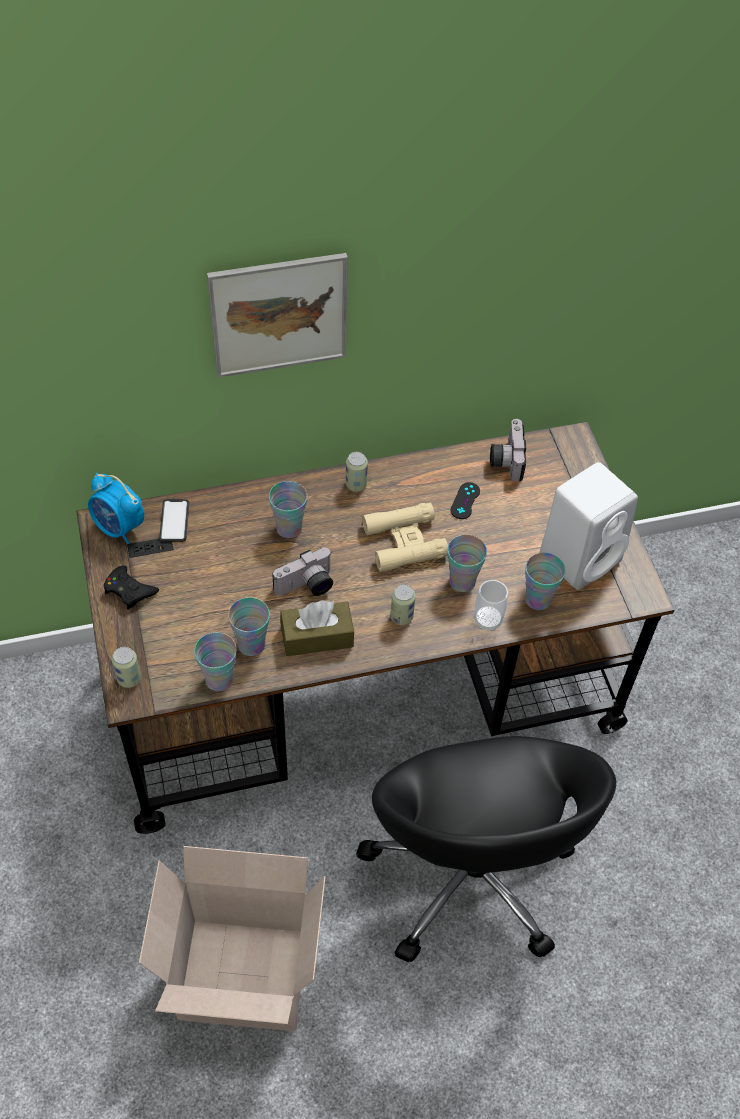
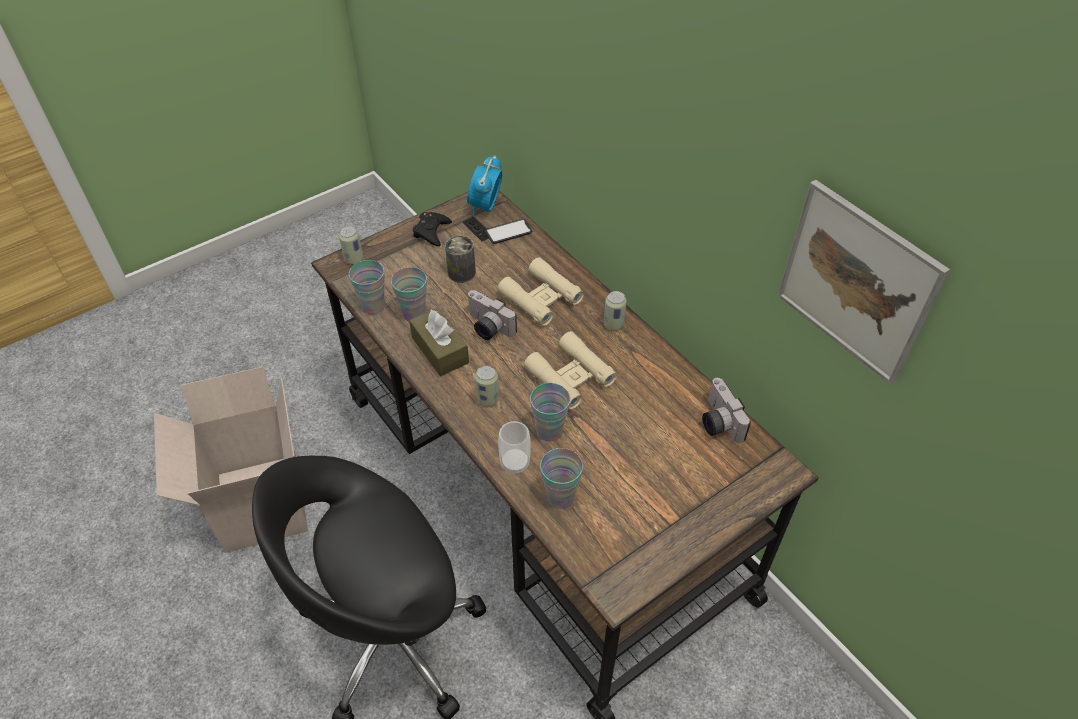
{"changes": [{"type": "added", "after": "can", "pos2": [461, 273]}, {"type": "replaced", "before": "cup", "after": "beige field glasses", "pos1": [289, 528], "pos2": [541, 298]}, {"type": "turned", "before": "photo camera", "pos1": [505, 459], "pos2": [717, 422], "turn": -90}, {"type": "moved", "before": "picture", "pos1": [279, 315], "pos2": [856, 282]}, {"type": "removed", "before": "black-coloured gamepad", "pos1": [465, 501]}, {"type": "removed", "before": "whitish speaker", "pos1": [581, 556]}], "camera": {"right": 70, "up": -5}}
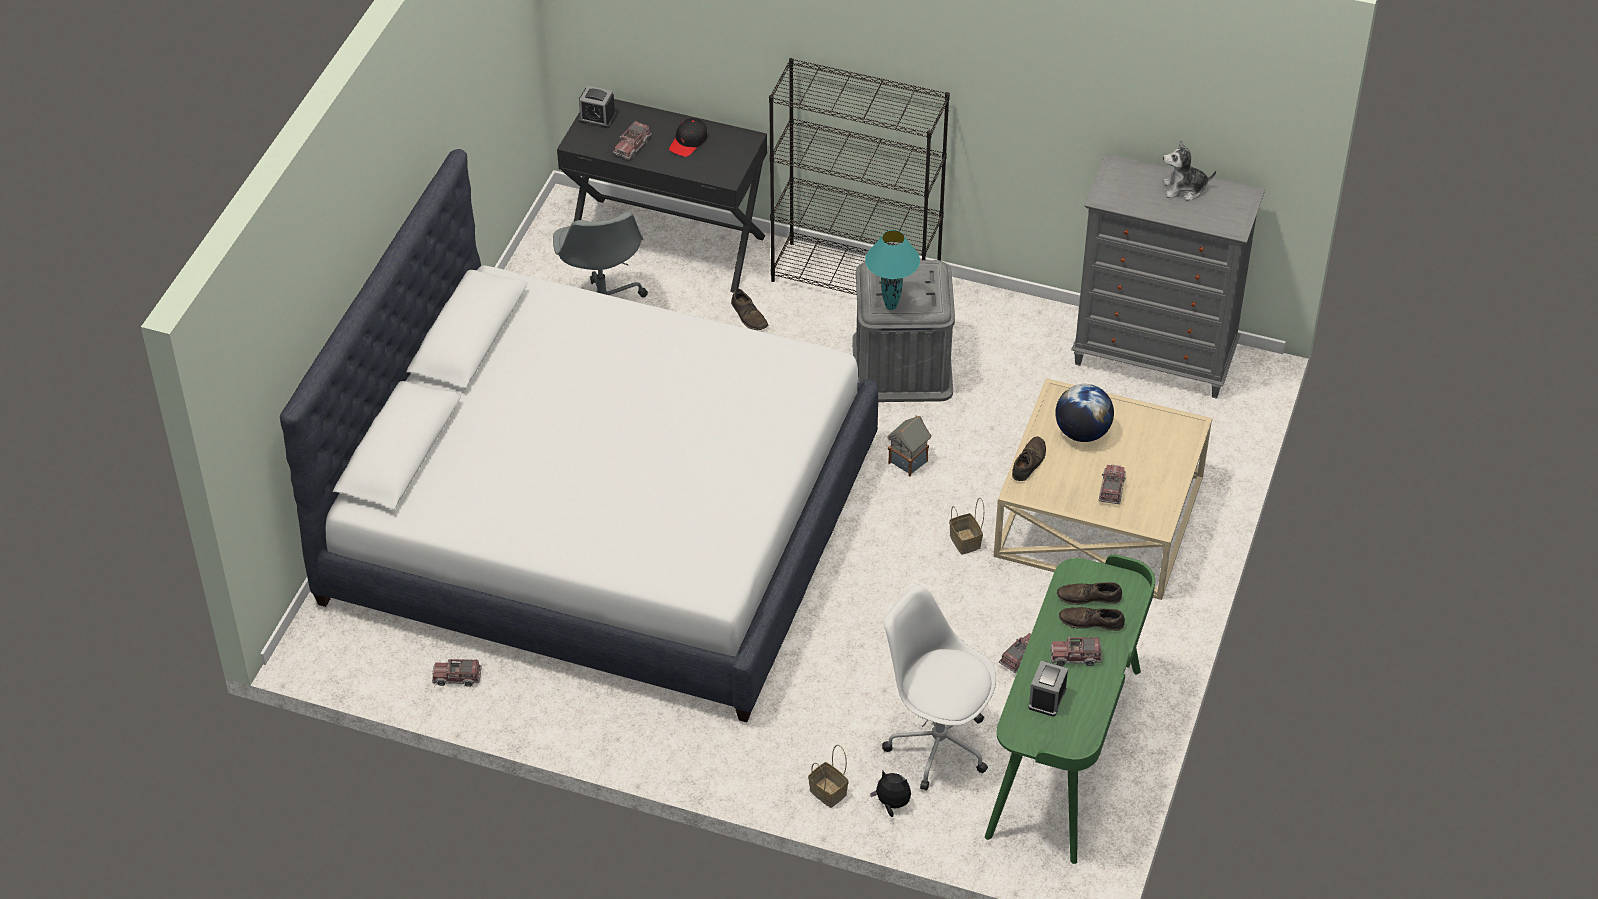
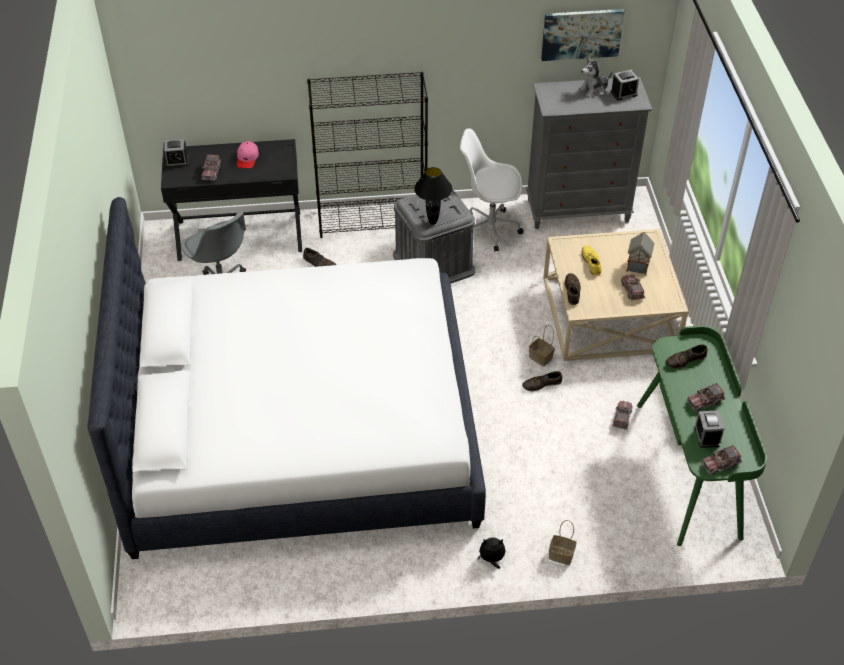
{"changes": [{"type": "recoloured", "before": "black-coloured cap", "after": "pink cap", "pos1": [688, 142], "pos2": [247, 158]}, {"type": "recoloured", "before": "turquoise-coloured table lamp", "after": "black-coloured table lamp", "pos1": [890, 306], "pos2": [432, 222]}, {"type": "moved", "before": "whitish office chair", "pos1": [936, 745], "pos2": [489, 229]}, {"type": "moved", "before": "soft toy", "pos1": [892, 804], "pos2": [491, 559]}, {"type": "moved", "before": "brownish item of footwear", "pos1": [1091, 622], "pos2": [542, 384]}, {"type": "added", "after": "picture", "pos2": [581, 34]}, {"type": "replaced", "before": "desk globe", "after": "yellowish item of footwear", "pos1": [1082, 433], "pos2": [591, 262]}, {"type": "added", "after": "table clock", "pos2": [624, 93]}, {"type": "moved", "before": "model house", "pos1": [908, 461], "pos2": [637, 266]}, {"type": "moved", "before": "model truck", "pos1": [457, 677], "pos2": [720, 464]}], "camera": {"right": -25, "up": 0}}
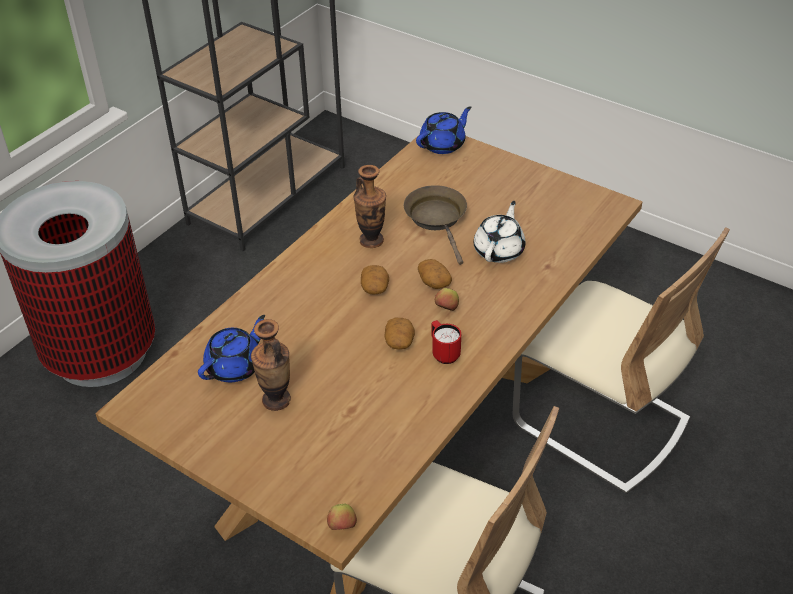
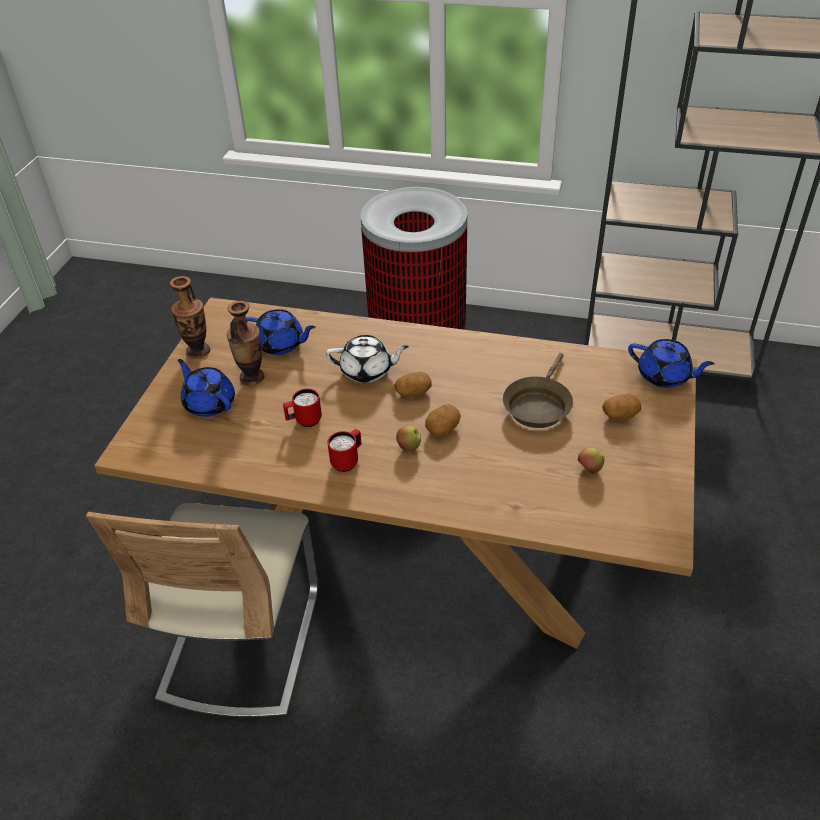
{"changes": [{"type": "moved", "before": "decorative vase", "pos1": [371, 240], "pos2": [198, 351]}, {"type": "added", "after": "blue-coloured tea pot", "pos2": [209, 403]}, {"type": "added", "after": "reddish mug", "pos2": [304, 421]}, {"type": "moved", "before": "whitish tea pot", "pos1": [499, 250], "pos2": [367, 371]}, {"type": "turned", "before": "brownish skillet", "pos1": [437, 219], "pos2": [538, 405], "turn": 150}, {"type": "moved", "before": "apple fruit", "pos1": [342, 527], "pos2": [589, 469]}, {"type": "moved", "before": "whole potato", "pos1": [399, 342], "pos2": [620, 415]}, {"type": "removed", "before": "beige plain chair", "pos1": [600, 423]}], "camera": {"right": 70, "up": 0}}
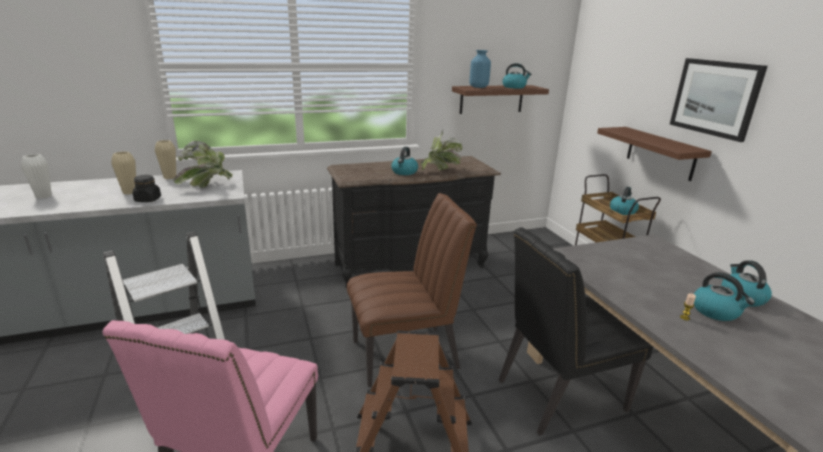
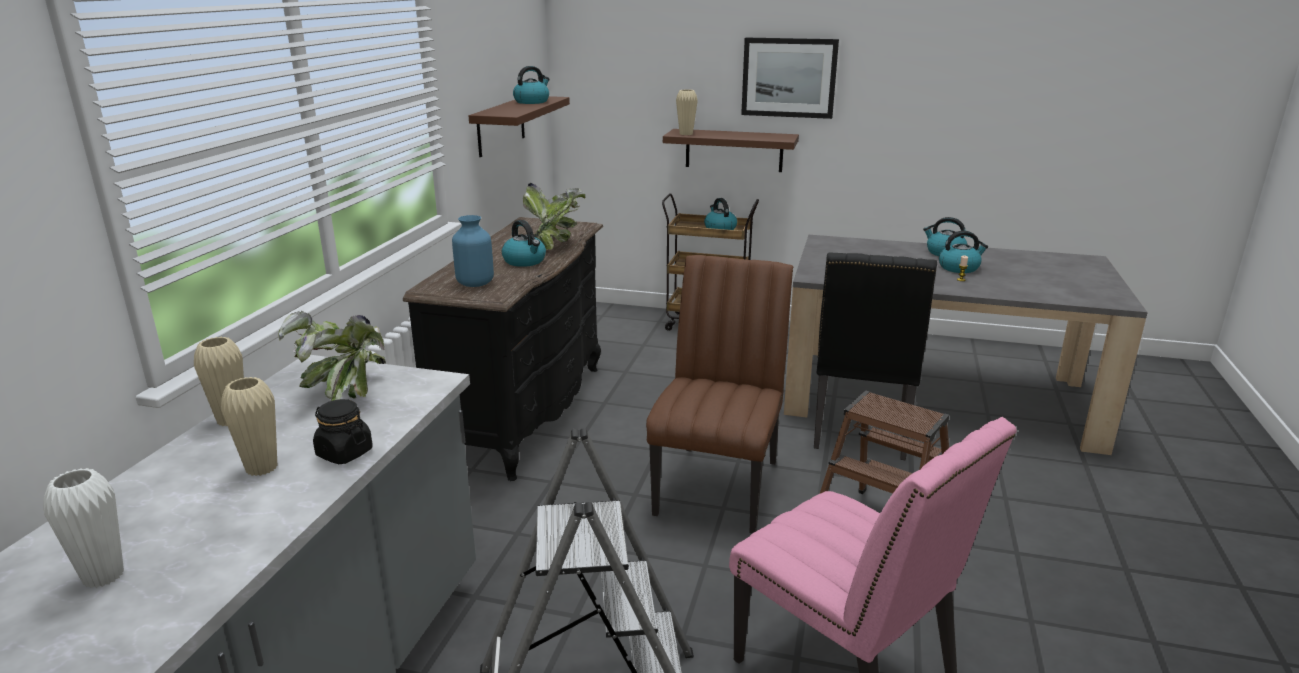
{"changes": [{"type": "moved", "before": "blue-coloured decorative vase", "pos1": [478, 87], "pos2": [474, 283]}, {"type": "added", "after": "beige decorative vase", "pos2": [686, 134]}], "camera": {"right": -55, "up": 0}}
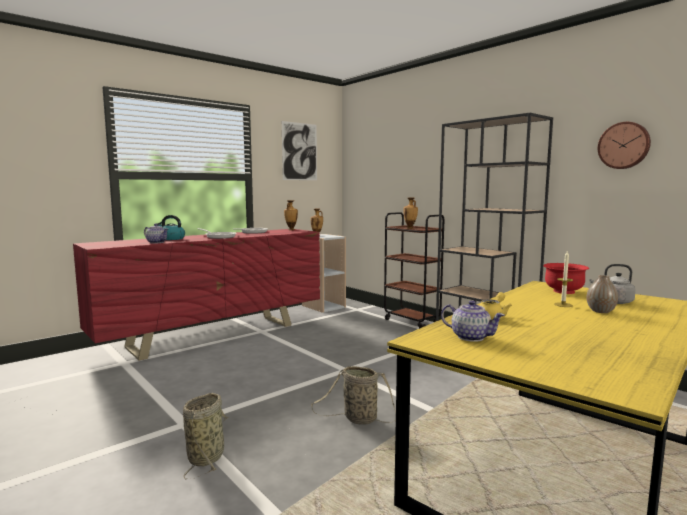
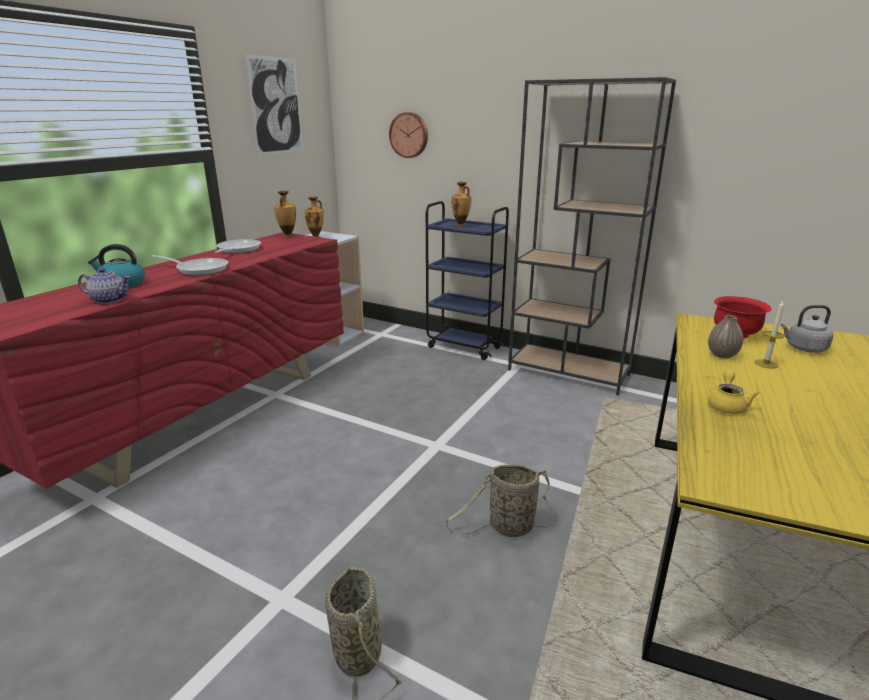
{"changes": [{"type": "moved", "before": "wall clock", "pos1": [624, 145], "pos2": [409, 135]}, {"type": "recoloured", "before": "brownish wheeled cart", "after": "blue-coloured wheeled cart", "pos1": [412, 322], "pos2": [465, 347]}, {"type": "moved", "before": "decorative vase", "pos1": [600, 311], "pos2": [722, 355]}, {"type": "removed", "before": "tea pot", "pos1": [470, 337]}], "camera": {"right": -20, "up": 15}}
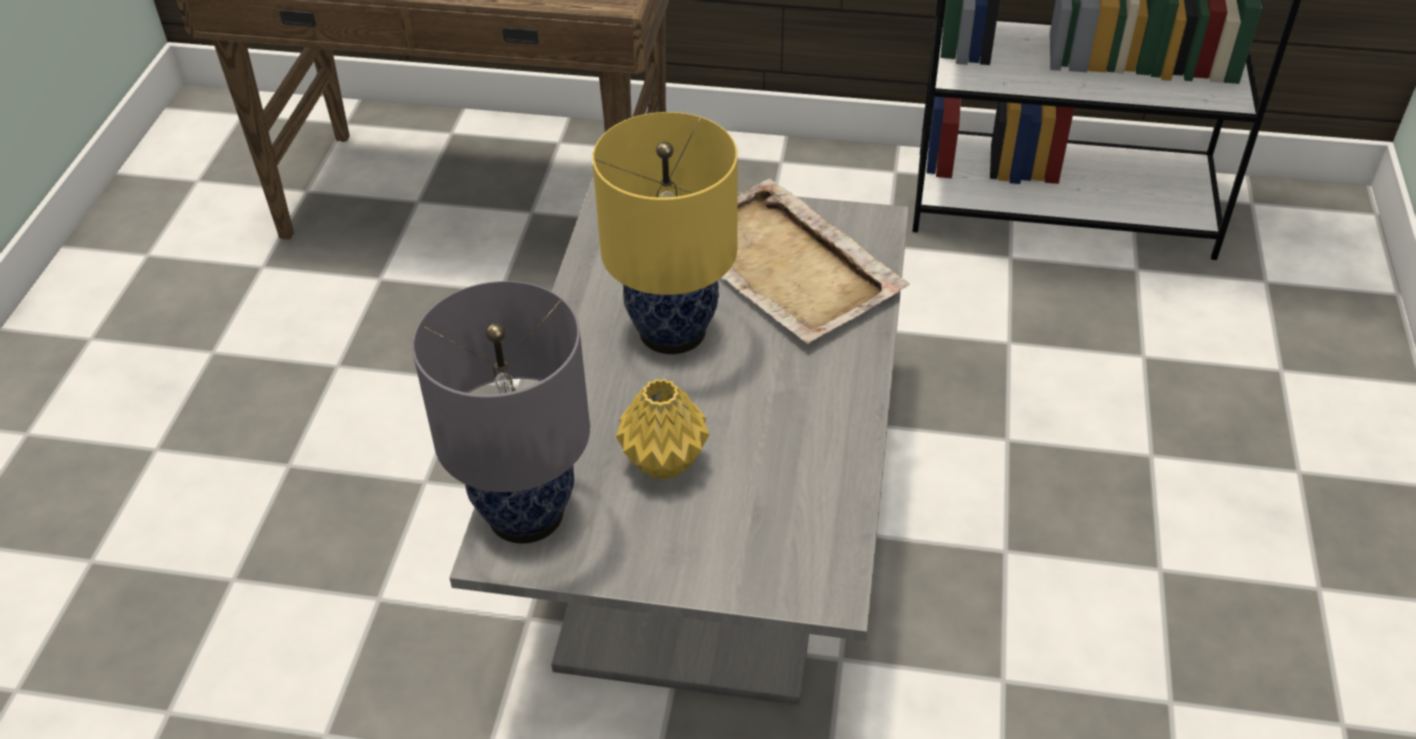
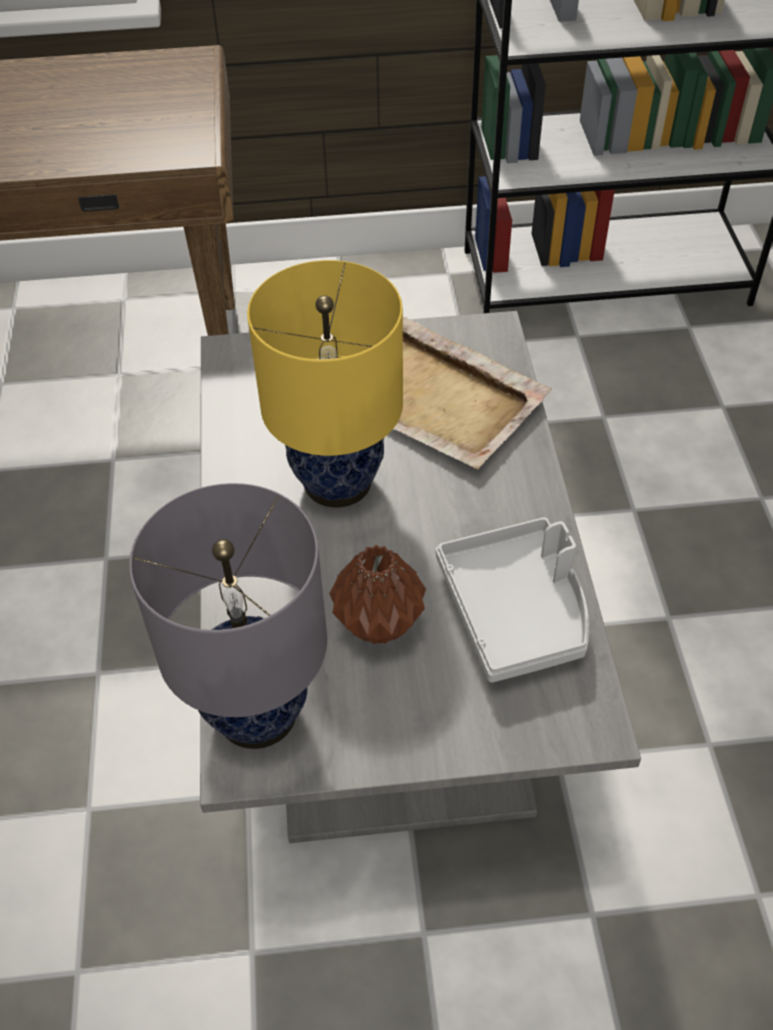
{"changes": [{"type": "recoloured", "before": "yellowish decorative vase", "after": "brownish decorative vase", "pos1": [662, 463], "pos2": [377, 625]}, {"type": "added", "after": "grey serving tray", "pos2": [517, 610]}], "camera": {"right": -15, "up": 5}}
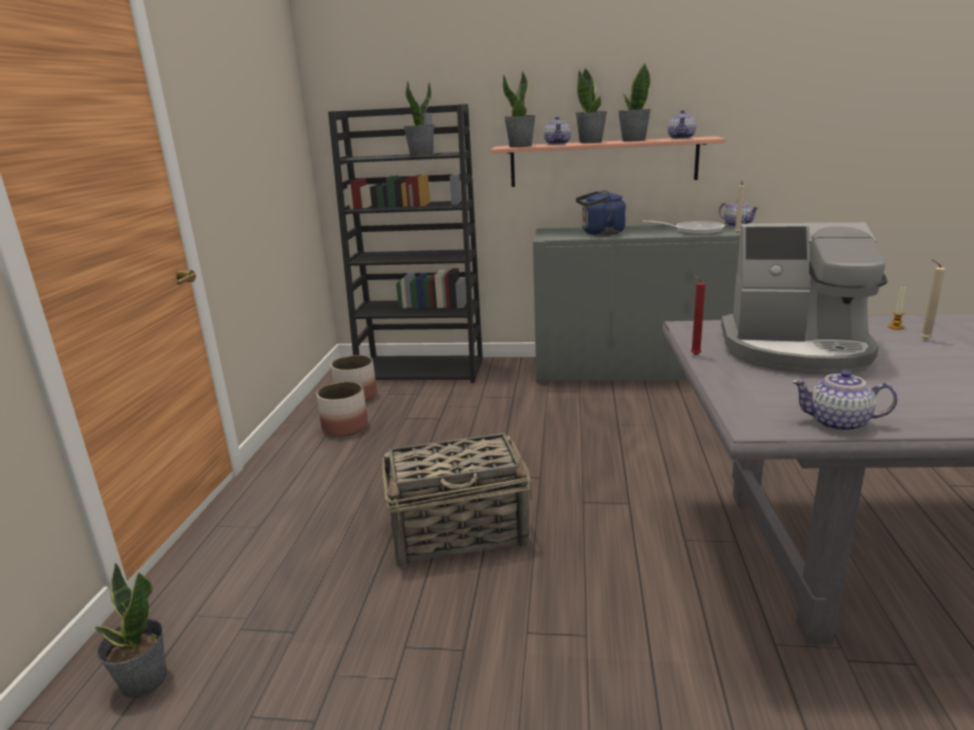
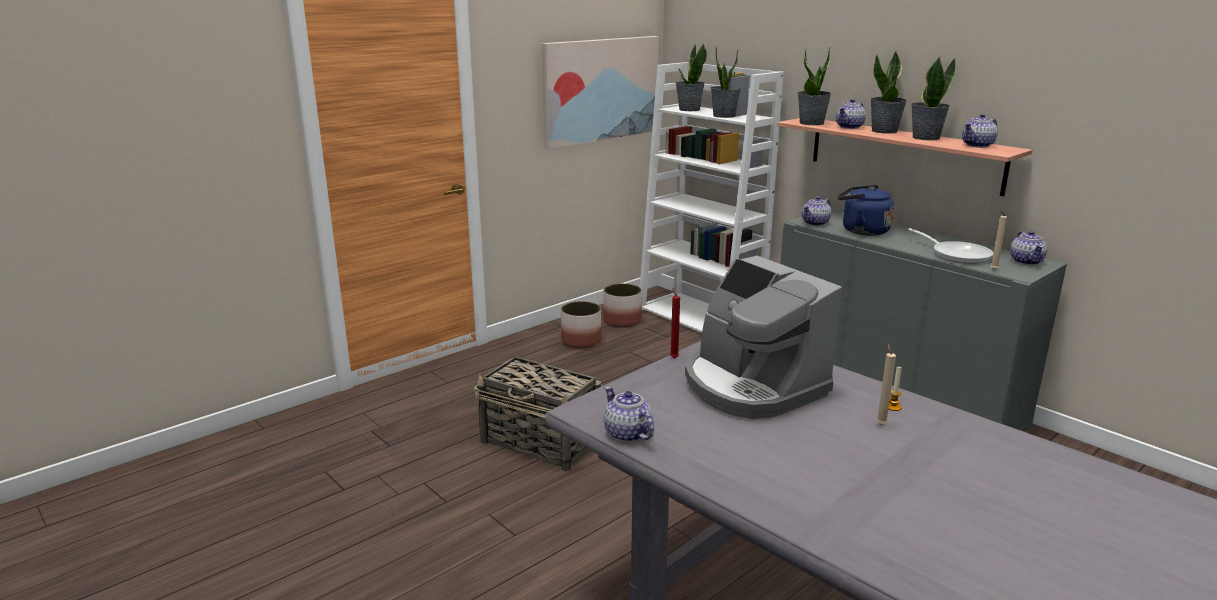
{"changes": [{"type": "added", "after": "picture", "pos2": [600, 90]}, {"type": "recoloured", "before": "black-coloured bookcase", "after": "whitish bookcase", "pos1": [422, 370], "pos2": [701, 318]}, {"type": "moved", "before": "potted plant", "pos1": [143, 681], "pos2": [689, 109]}, {"type": "added", "after": "tea pot", "pos2": [816, 223]}], "camera": {"right": 40, "up": 0}}
